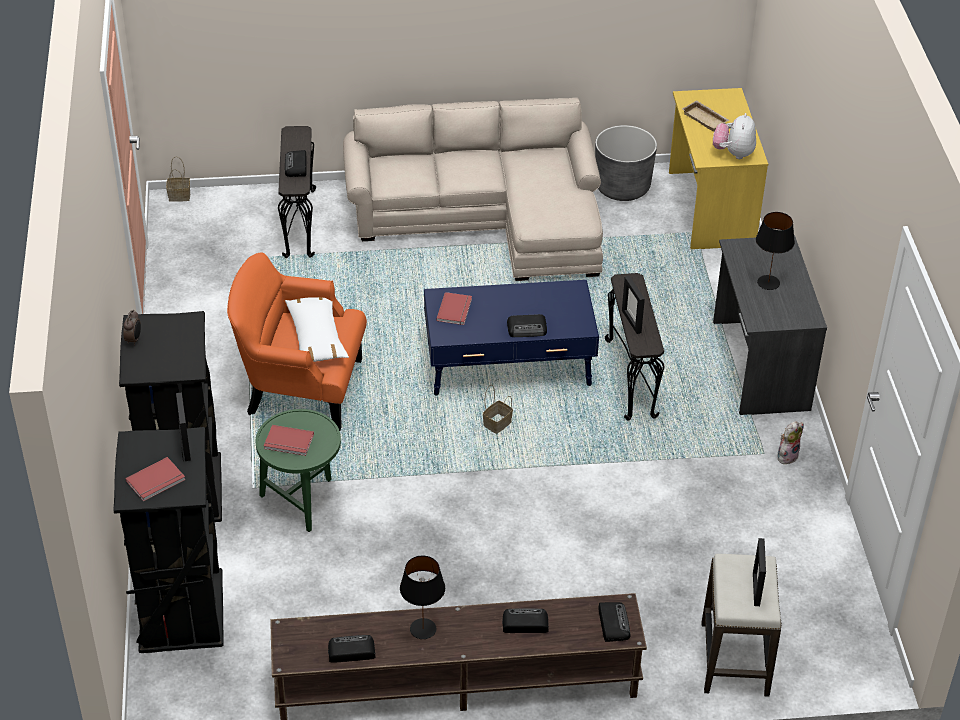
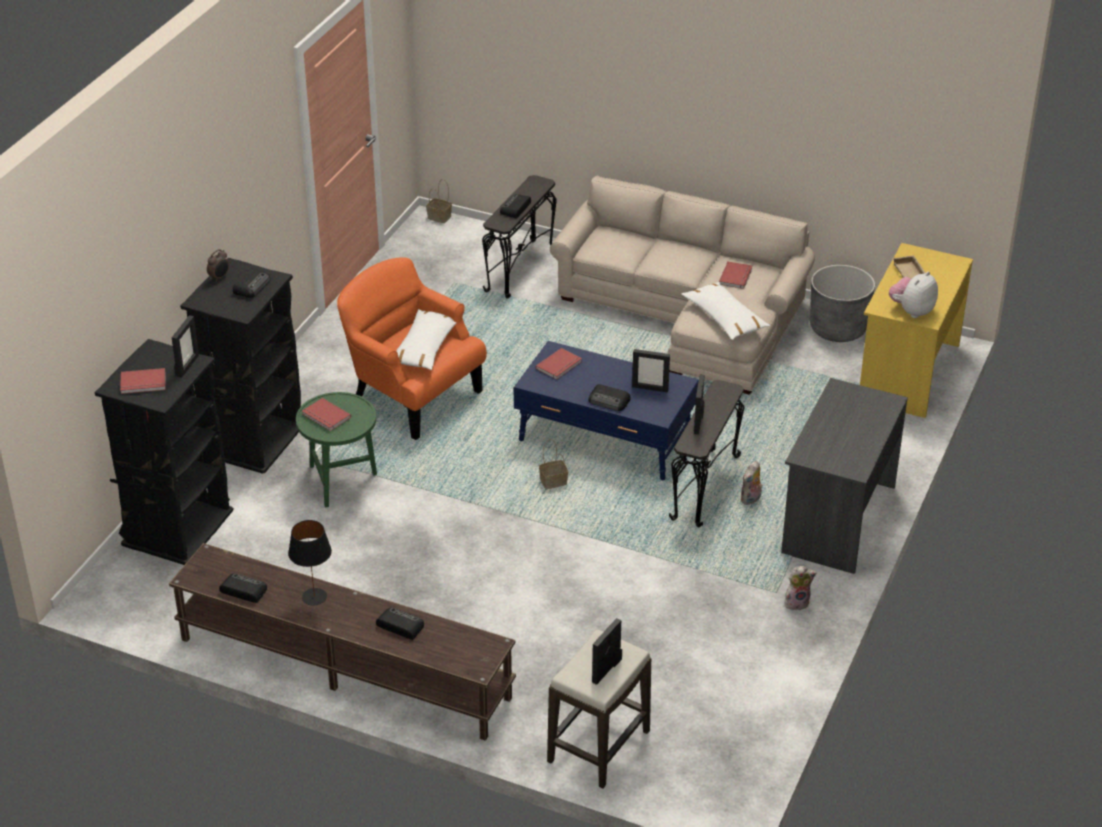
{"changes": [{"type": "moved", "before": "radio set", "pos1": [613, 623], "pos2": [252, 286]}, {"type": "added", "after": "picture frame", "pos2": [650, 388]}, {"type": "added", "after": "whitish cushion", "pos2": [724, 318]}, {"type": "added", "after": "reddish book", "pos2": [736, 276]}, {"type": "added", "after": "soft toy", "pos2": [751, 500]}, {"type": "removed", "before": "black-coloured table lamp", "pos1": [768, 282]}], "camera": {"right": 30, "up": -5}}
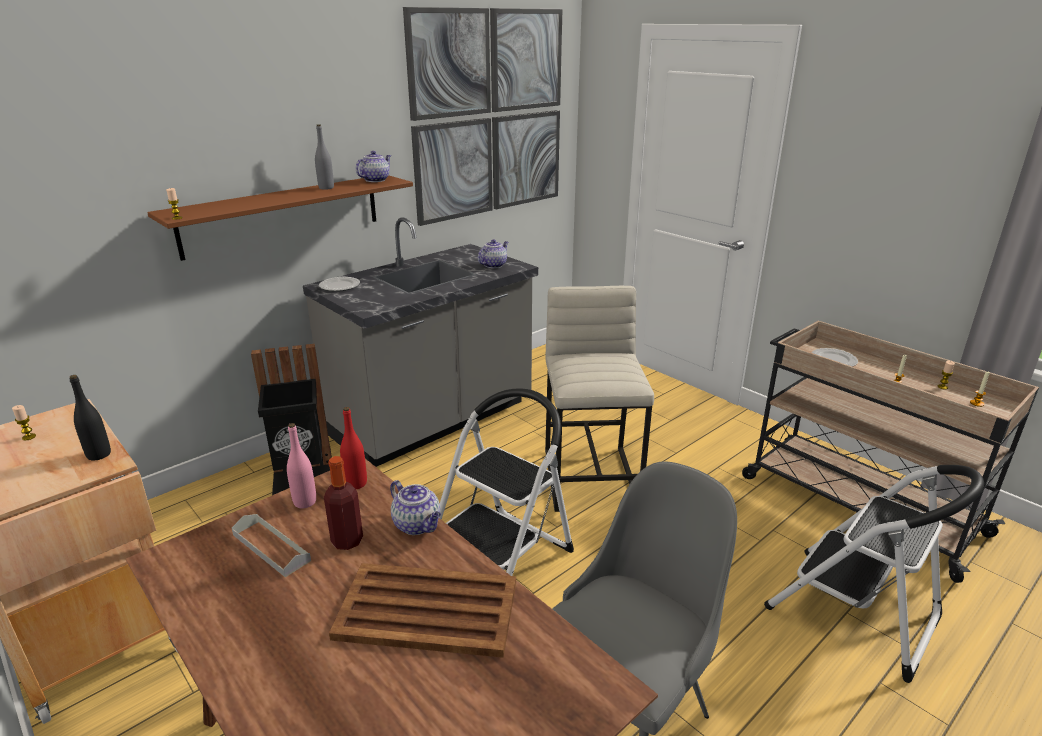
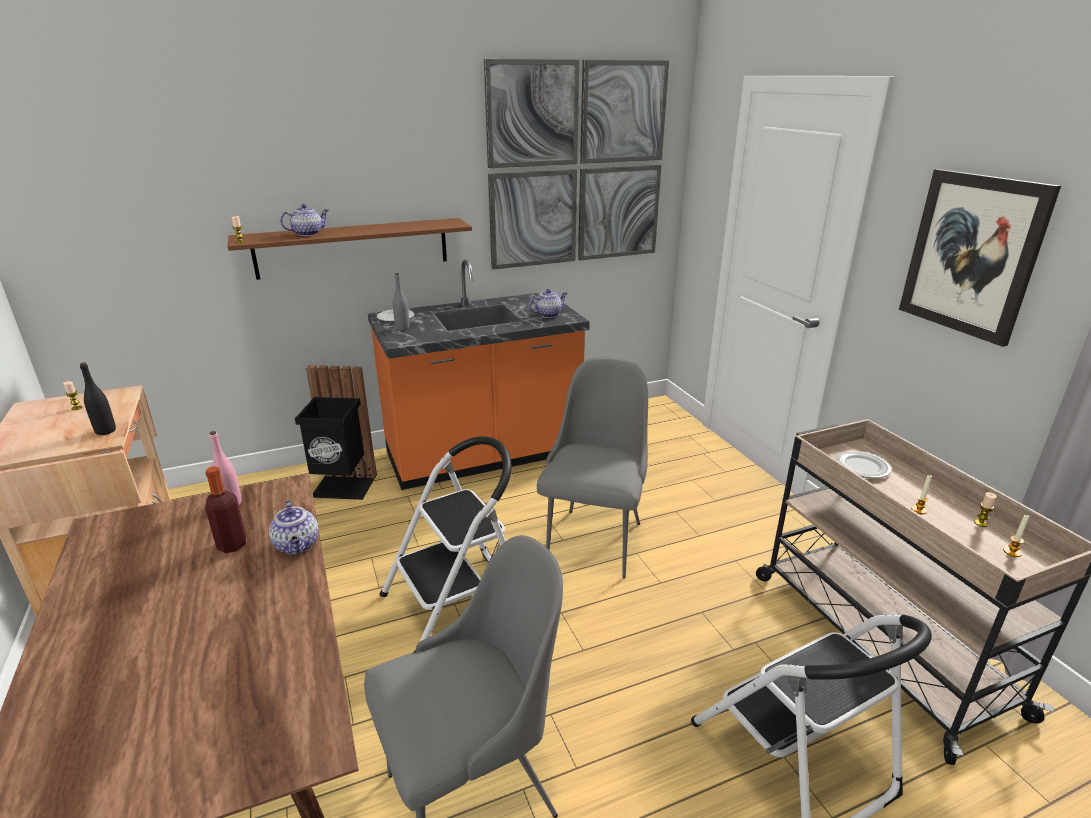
{"changes": [{"type": "moved", "before": "tea pot", "pos1": [375, 180], "pos2": [308, 234]}, {"type": "recoloured", "before": "grey kitchen base unit", "after": "orange kitchen base unit", "pos1": [434, 421], "pos2": [483, 457]}, {"type": "moved", "before": "grey bottle", "pos1": [326, 188], "pos2": [402, 328]}, {"type": "replaced", "before": "beige sitting stool", "after": "grey plain chair", "pos1": [590, 477], "pos2": [594, 541]}, {"type": "added", "after": "picture", "pos2": [972, 255]}, {"type": "removed", "before": "grey serving tray", "pos1": [271, 547]}, {"type": "removed", "before": "brownish serving tray", "pos1": [429, 611]}, {"type": "removed", "before": "reddish bottle", "pos1": [356, 483]}], "camera": {"right": 20, "up": 0}}
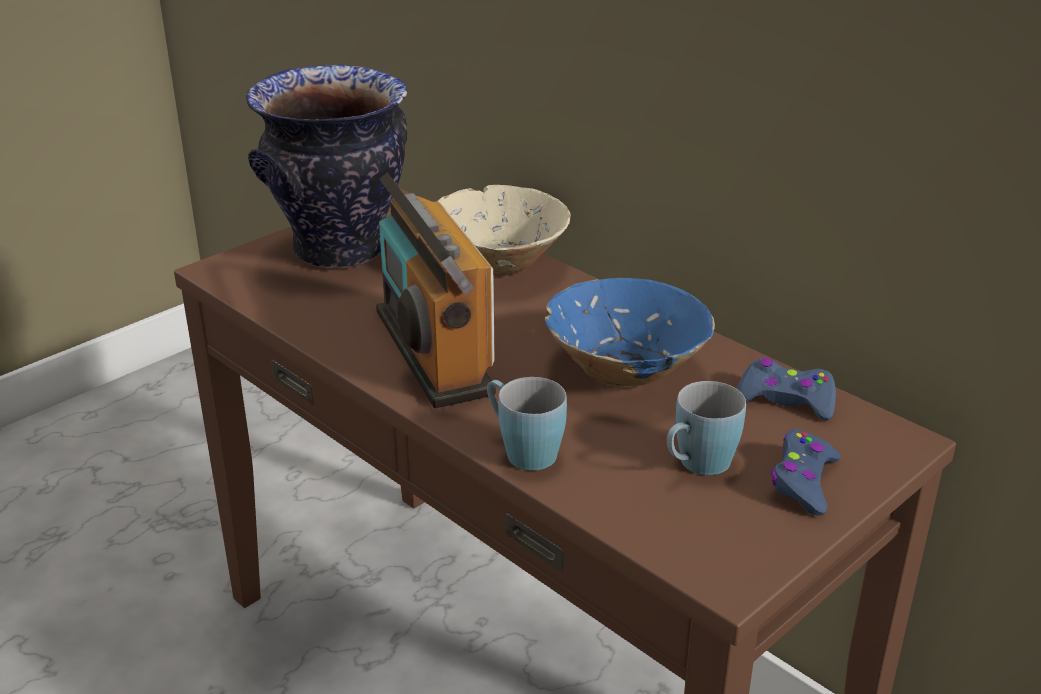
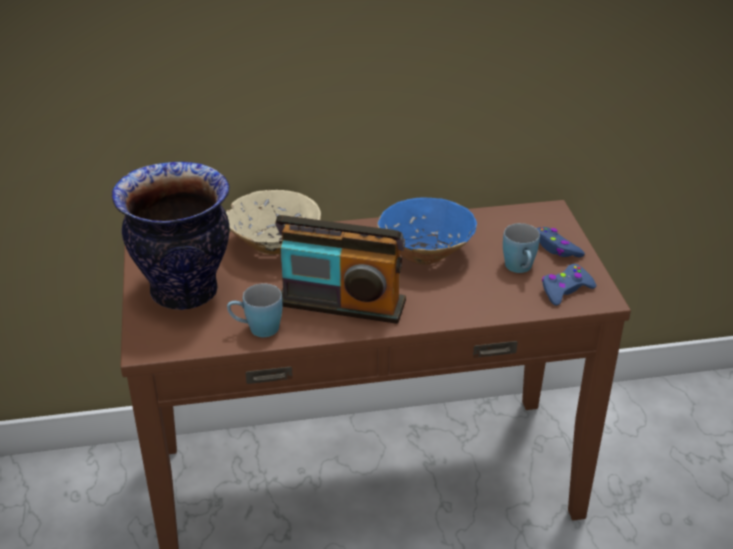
{"changes": [{"type": "moved", "before": "blue-coloured mug", "pos1": [522, 450], "pos2": [256, 329]}, {"type": "moved", "before": "blue-coloured gamepad", "pos1": [786, 399], "pos2": [565, 290]}], "camera": {"right": -55, "up": 5}}
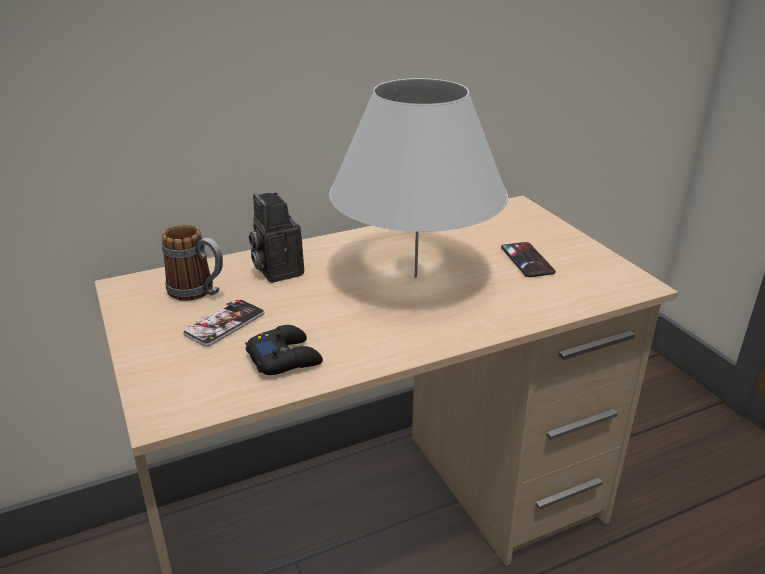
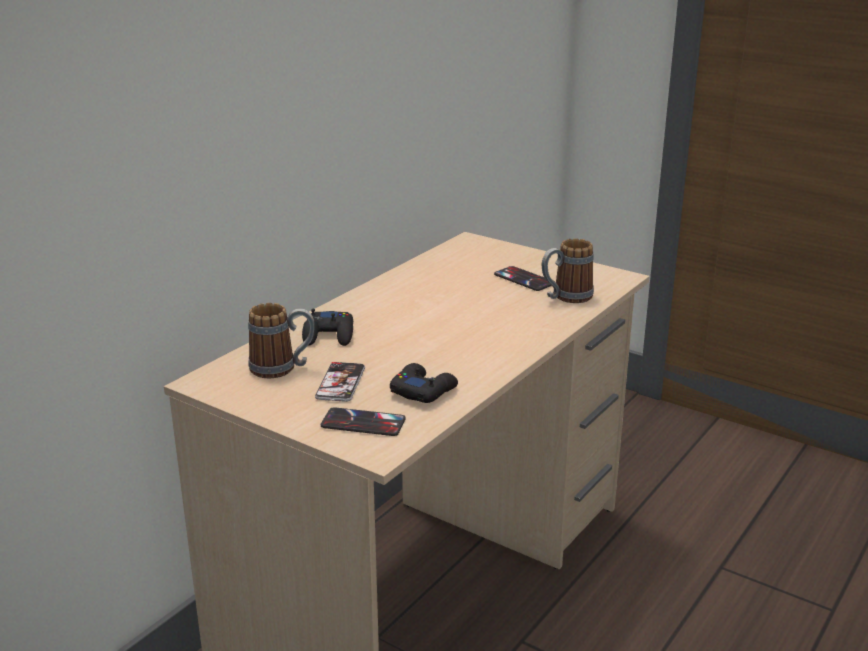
{"changes": [{"type": "replaced", "before": "photo camera", "after": "black-coloured gamepad", "pos1": [276, 270], "pos2": [329, 335]}, {"type": "added", "after": "handset", "pos2": [363, 423]}, {"type": "added", "after": "mug", "pos2": [565, 297]}, {"type": "removed", "before": "whitish table lamp", "pos1": [415, 277]}], "camera": {"right": -30, "up": -5}}
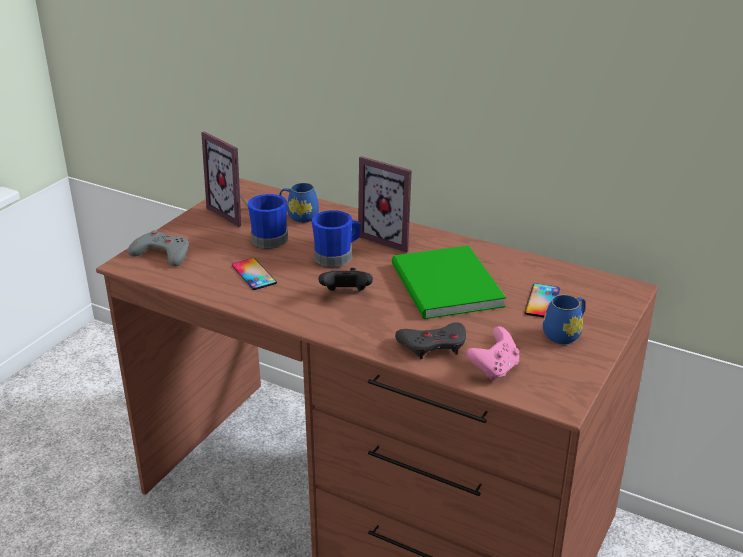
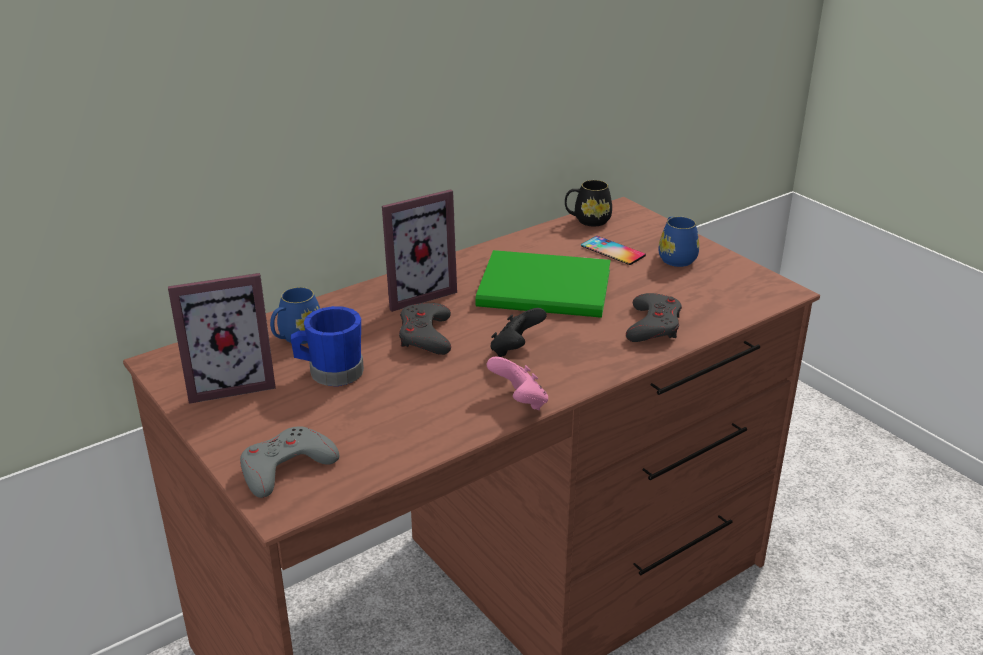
{"changes": [{"type": "replaced", "before": "blue-coloured mug", "after": "grey gamepad", "pos1": [337, 256], "pos2": [425, 335]}, {"type": "moved", "before": "pink gamepad", "pos1": [494, 369], "pos2": [519, 402]}, {"type": "added", "after": "black-coloured mug", "pos2": [587, 220]}, {"type": "removed", "before": "handset", "pos1": [254, 274]}], "camera": {"right": -65, "up": 0}}
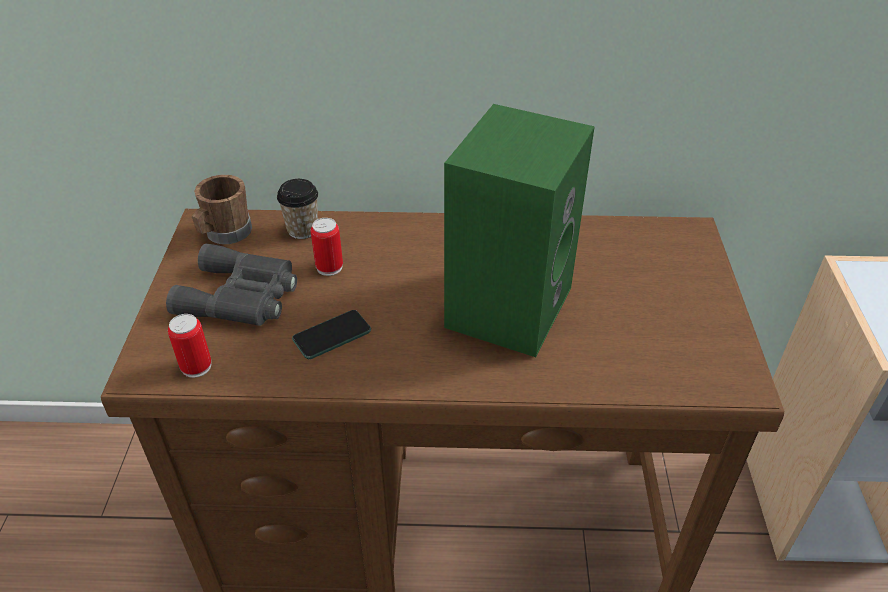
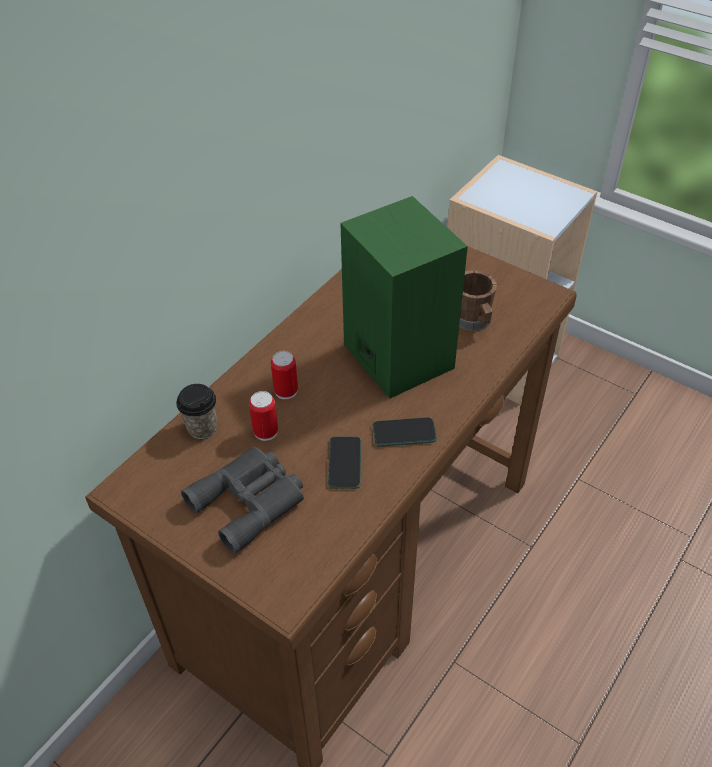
{"changes": [{"type": "moved", "before": "can", "pos1": [196, 366], "pos2": [286, 391]}, {"type": "added", "after": "handset", "pos2": [404, 433]}, {"type": "moved", "before": "brownish mug", "pos1": [225, 234], "pos2": [473, 321]}], "camera": {"right": -55, "up": 5}}
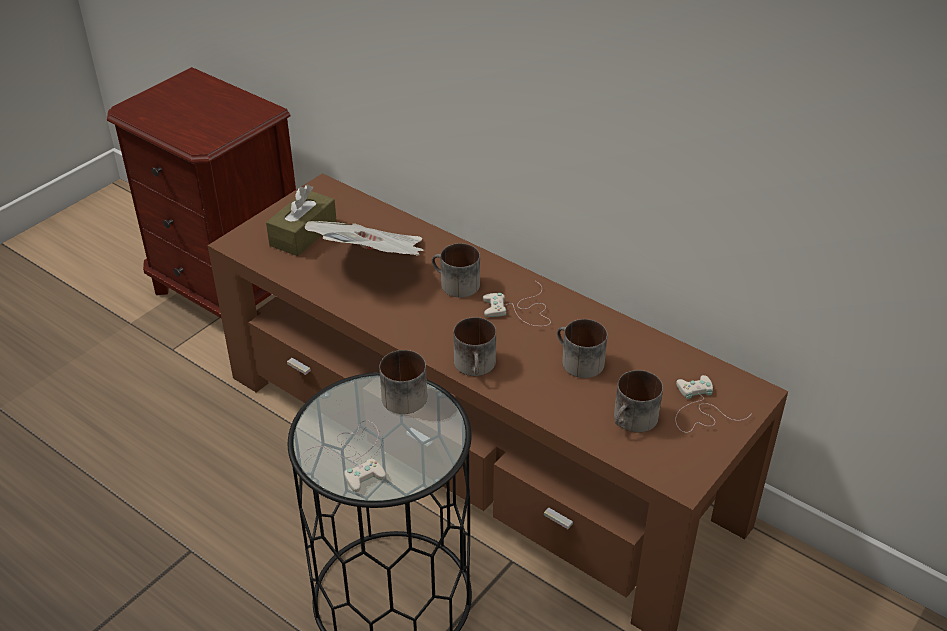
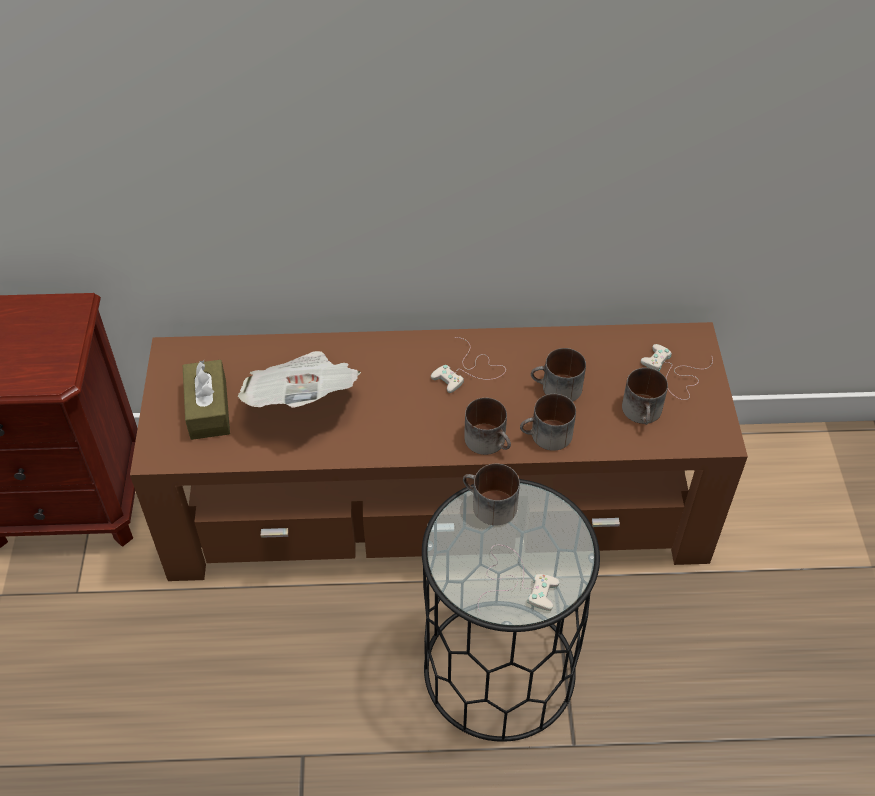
{"changes": [{"type": "moved", "before": "mug", "pos1": [454, 284], "pos2": [546, 437]}], "camera": {"right": -40, "up": 10}}
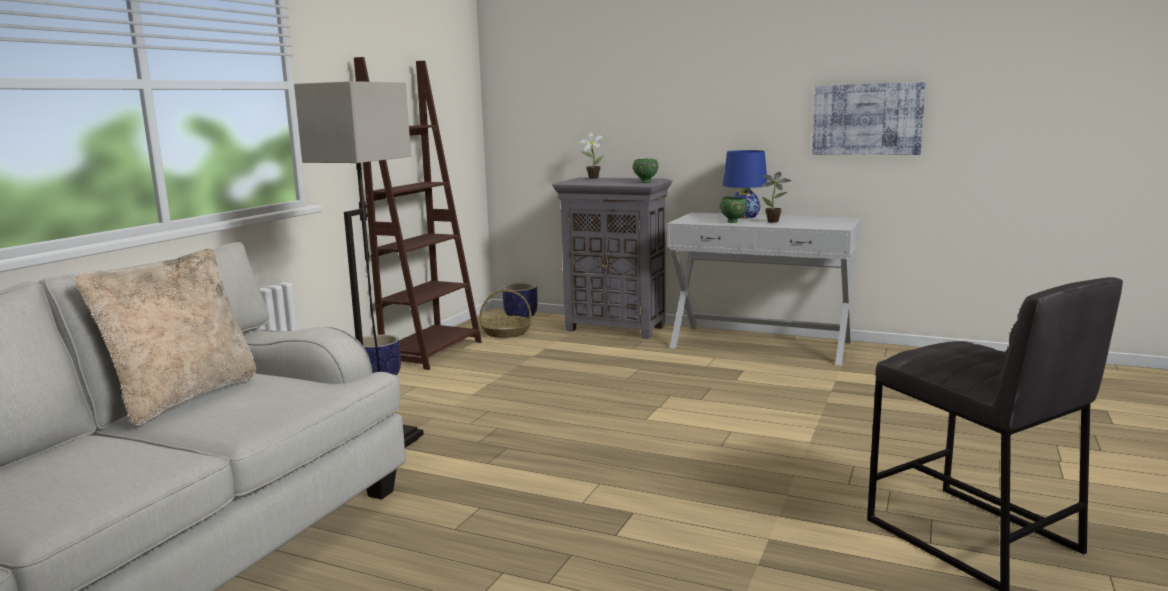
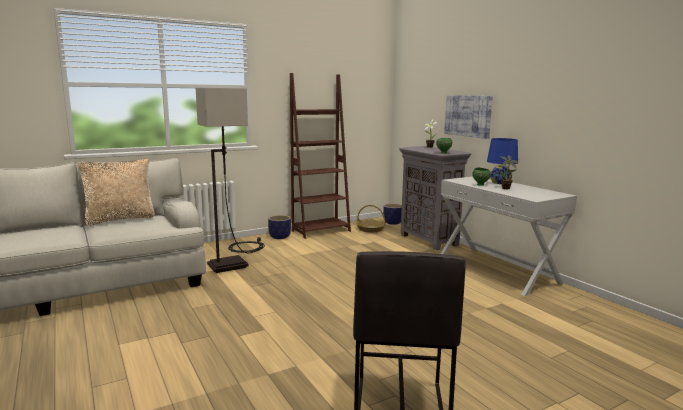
{"changes": [{"type": "moved", "before": "picture", "pos1": [867, 119], "pos2": [468, 116]}], "camera": {"right": 35, "up": 0}}
